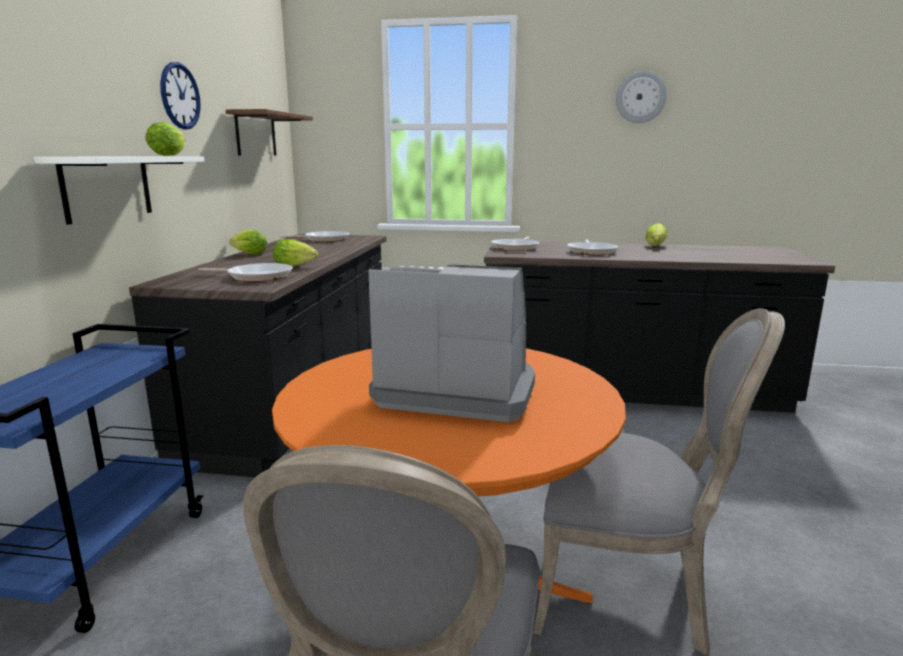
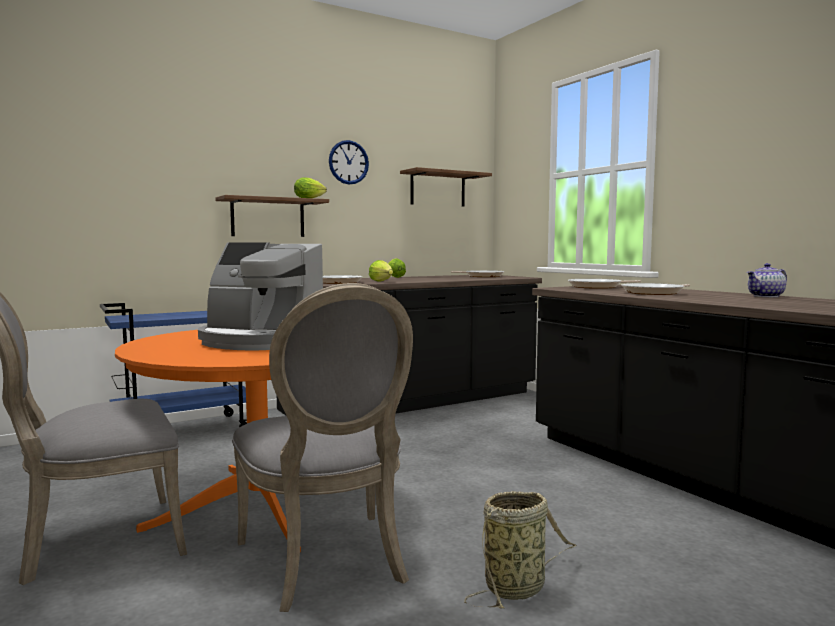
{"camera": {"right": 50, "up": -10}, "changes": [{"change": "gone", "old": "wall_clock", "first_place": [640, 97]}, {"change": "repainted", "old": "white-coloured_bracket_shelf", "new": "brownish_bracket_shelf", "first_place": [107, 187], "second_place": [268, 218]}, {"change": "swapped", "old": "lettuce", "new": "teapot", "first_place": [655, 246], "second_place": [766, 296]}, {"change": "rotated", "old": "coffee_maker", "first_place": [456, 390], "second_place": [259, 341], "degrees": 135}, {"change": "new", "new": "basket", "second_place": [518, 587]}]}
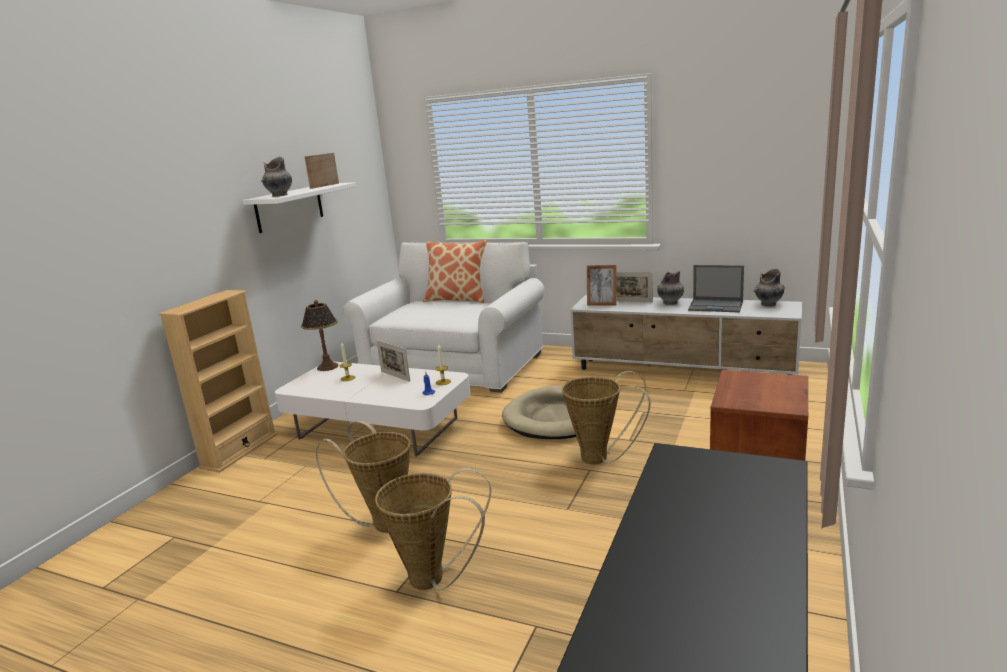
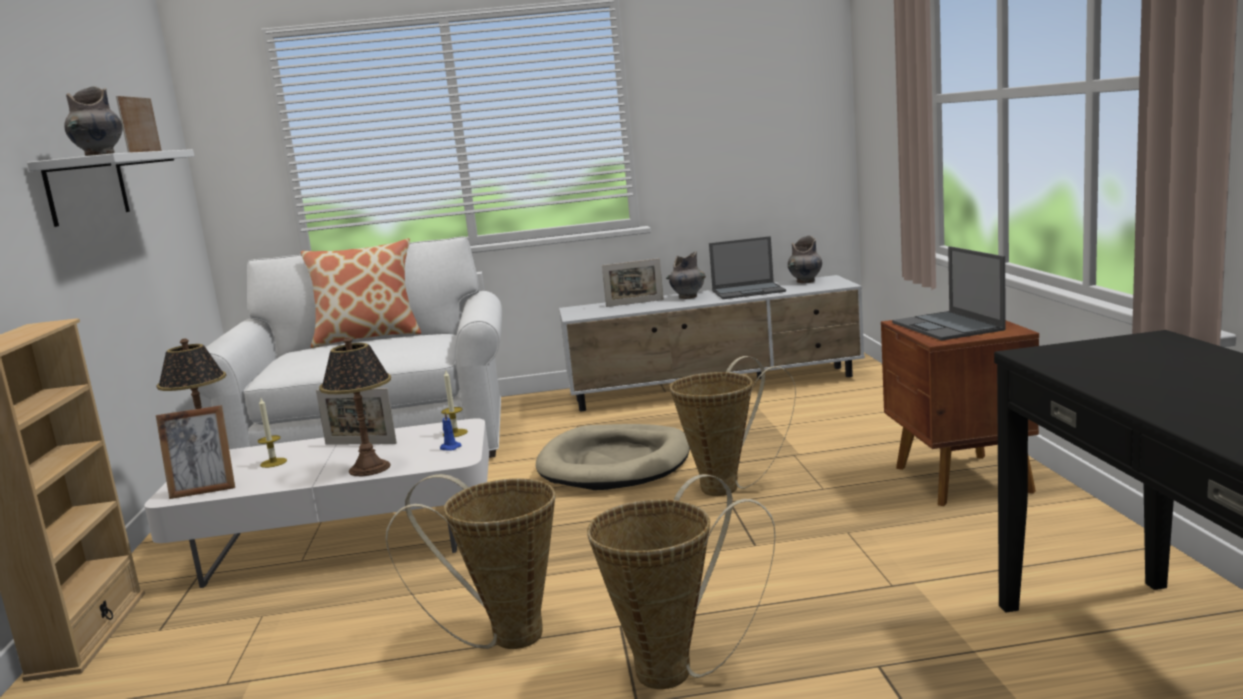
{"camera": {"right": -30, "up": -5}, "changes": [{"change": "shifted", "old": "photo_frame", "first_place": [602, 304], "second_place": [204, 490]}, {"change": "new", "new": "laptop", "second_place": [948, 326]}, {"change": "new", "new": "lamp_for_a_table", "second_place": [370, 468]}]}
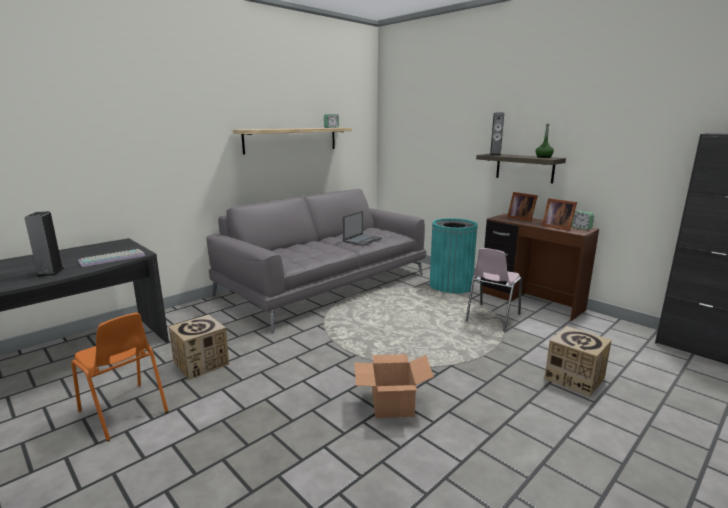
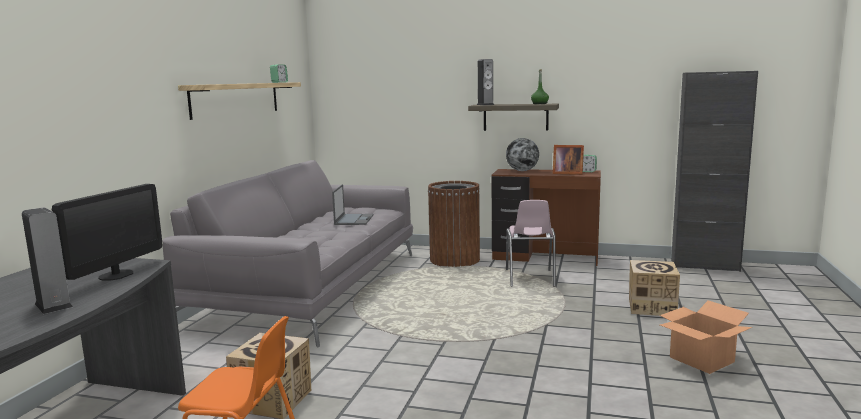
{"camera": {"right": -30, "up": -5}, "changes": [{"change": "swapped", "old": "photo_frame", "new": "desk_globe", "first_place": [520, 218], "second_place": [522, 171]}, {"change": "repainted", "old": "turquoise_rubbish_bin", "new": "brownish_rubbish_bin", "first_place": [451, 285], "second_place": [455, 259]}, {"change": "swapped", "old": "keyboard", "new": "computer_screen", "first_place": [113, 258], "second_place": [116, 275]}, {"change": "shifted", "old": "cardboard_box", "first_place": [393, 405], "second_place": [702, 360]}]}
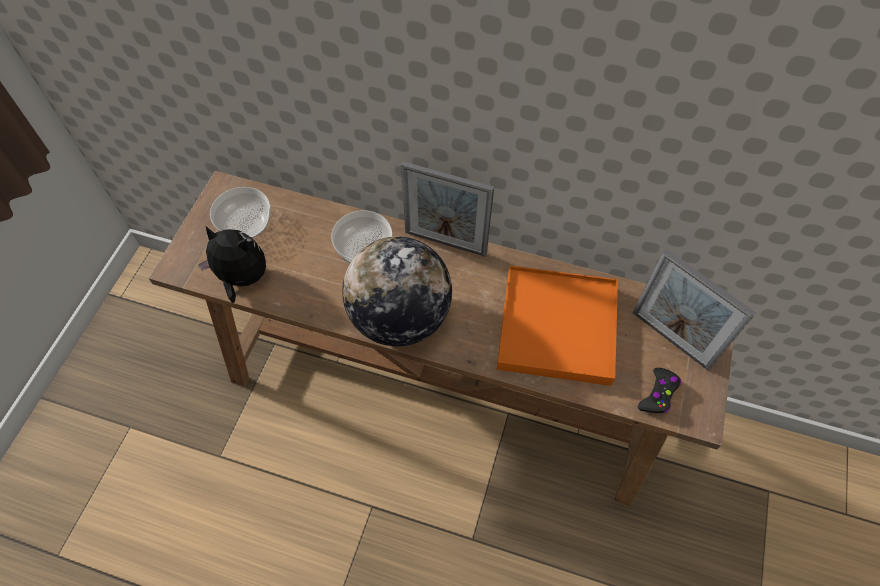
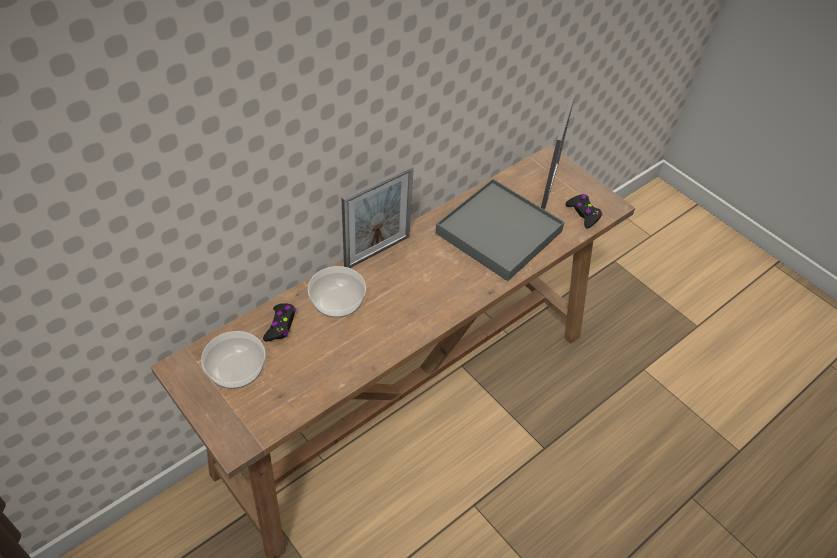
{"camera": {"right": -60, "up": -10}, "changes": [{"change": "gone", "old": "cuddly_toy", "first_place": [241, 279]}, {"change": "gone", "old": "desk_globe", "first_place": [399, 318]}, {"change": "rotated", "old": "photo_frame", "first_place": [670, 339], "second_place": [549, 186], "degrees": -60}, {"change": "repainted", "old": "orangey_carrying_tray", "new": "grey_carrying_tray", "first_place": [557, 327], "second_place": [498, 232]}, {"change": "new", "new": "blackish_joypad", "second_place": [280, 325]}]}
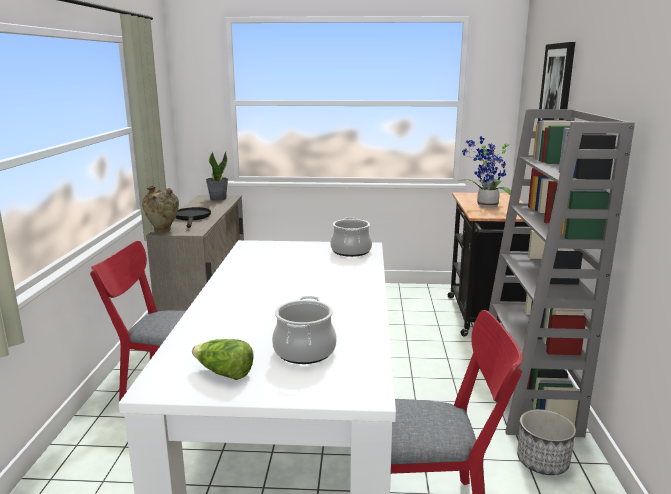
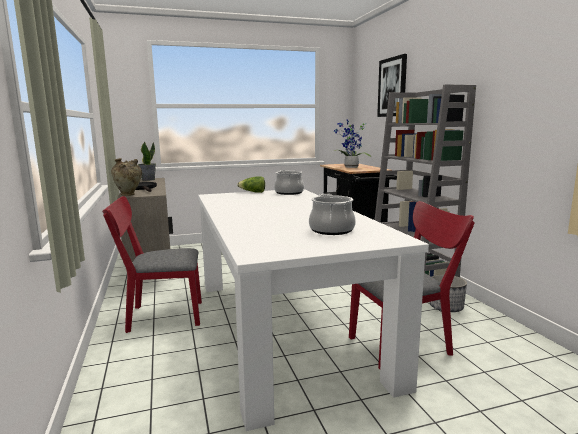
{"camera": {"right": -20, "up": -5}, "changes": [{"change": "shifted", "old": "lettuce", "first_place": [224, 373], "second_place": [253, 192]}]}
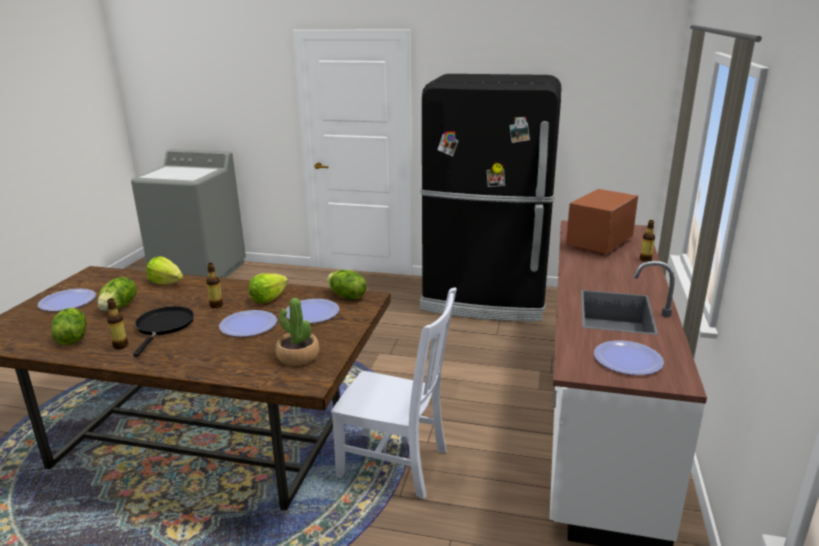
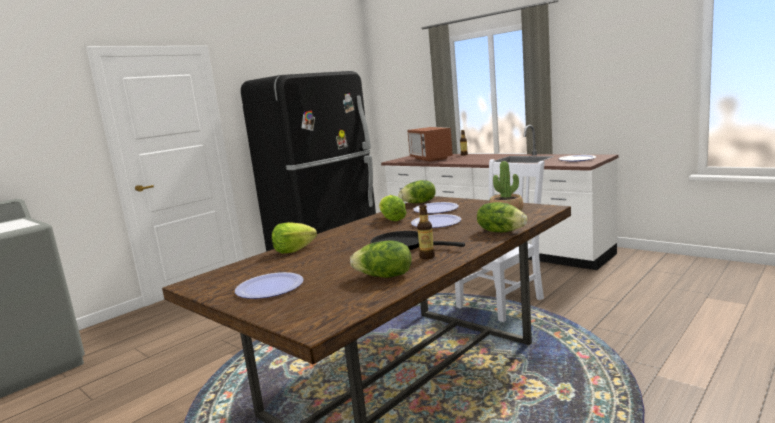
{"camera": {"right": -60, "up": -10}, "changes": [{"change": "gone", "old": "beverage_bottle", "first_place": [216, 305]}, {"change": "shifted", "old": "lettuce", "first_place": [120, 307], "second_place": [501, 231]}]}
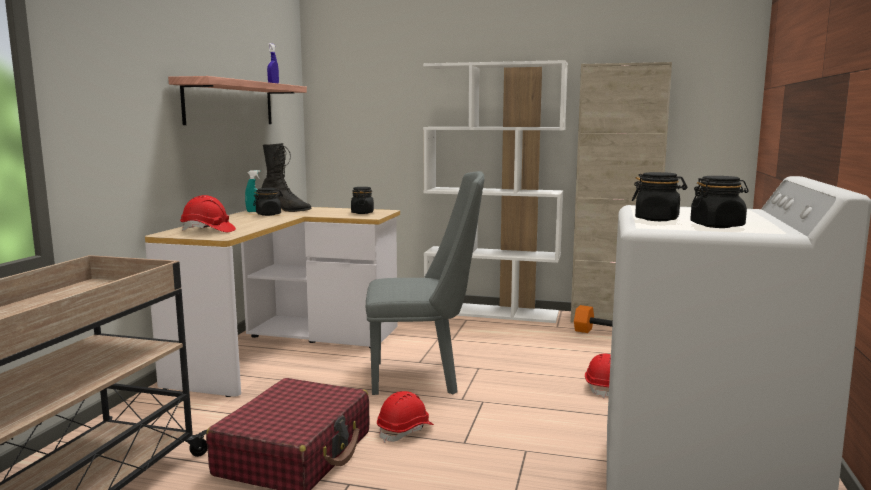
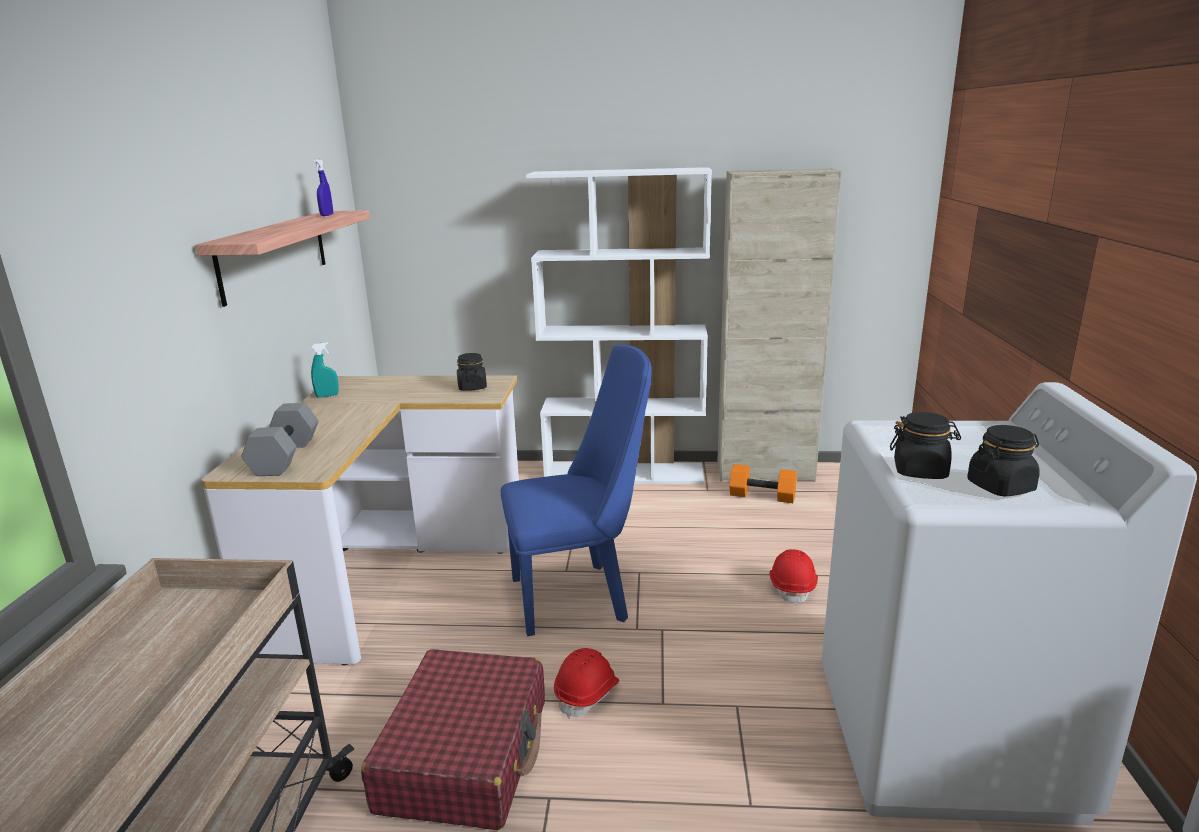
{"camera": {"right": -10, "up": 10}, "changes": [{"change": "gone", "old": "blackish_high-top_boot", "first_place": [286, 210]}, {"change": "repainted", "old": "grey_plain_chair", "new": "bluish_plain_chair", "first_place": [423, 377], "second_place": [579, 596]}, {"change": "gone", "old": "blackish_jar", "first_place": [268, 214]}, {"change": "swapped", "old": "red_safety_helmet", "new": "grey_hand_weight", "first_place": [208, 231], "second_place": [286, 457]}]}
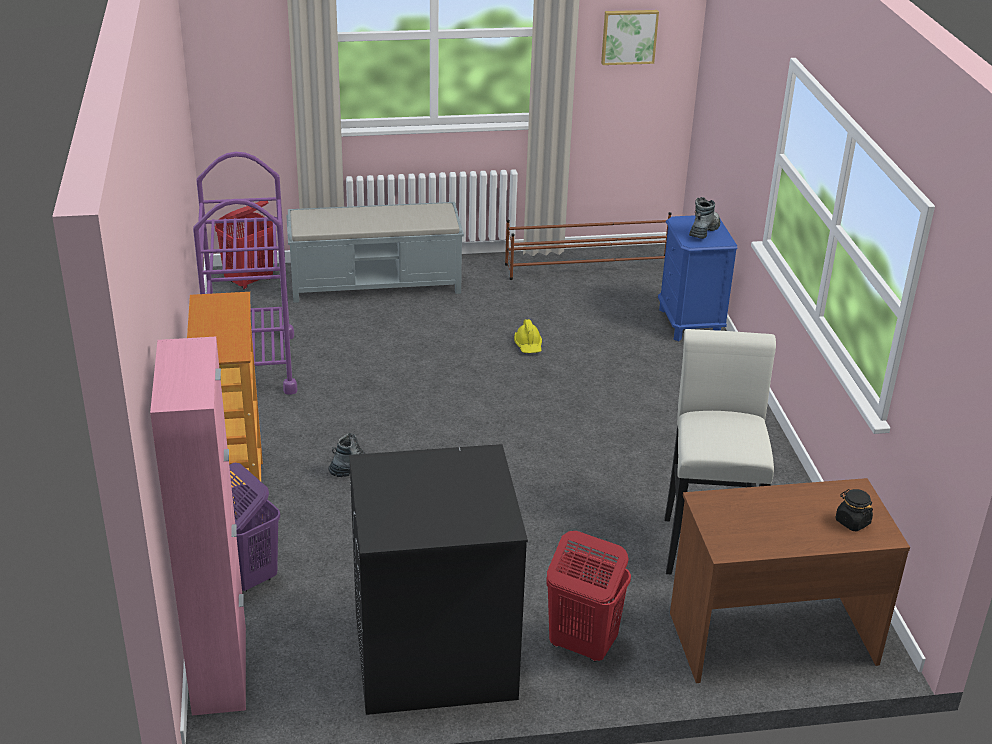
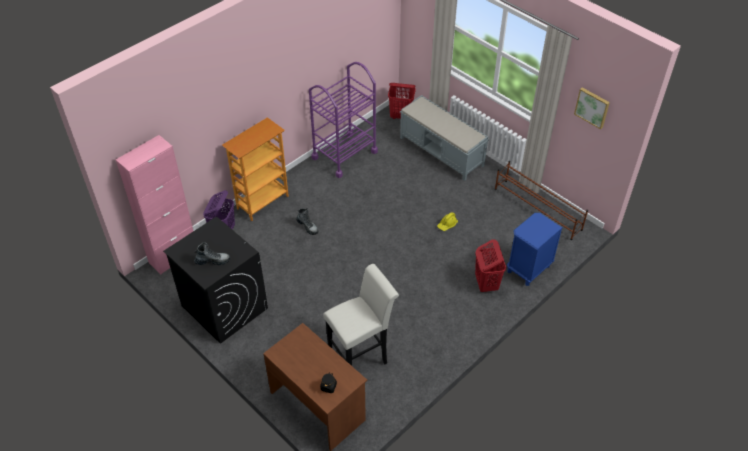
{"camera": {"right": 55, "up": 15}, "changes": [{"change": "shifted", "old": "high-top_boot", "first_place": [704, 231], "second_place": [212, 261]}, {"change": "shifted", "old": "red_laundry_basket", "first_place": [582, 645], "second_place": [486, 284]}]}
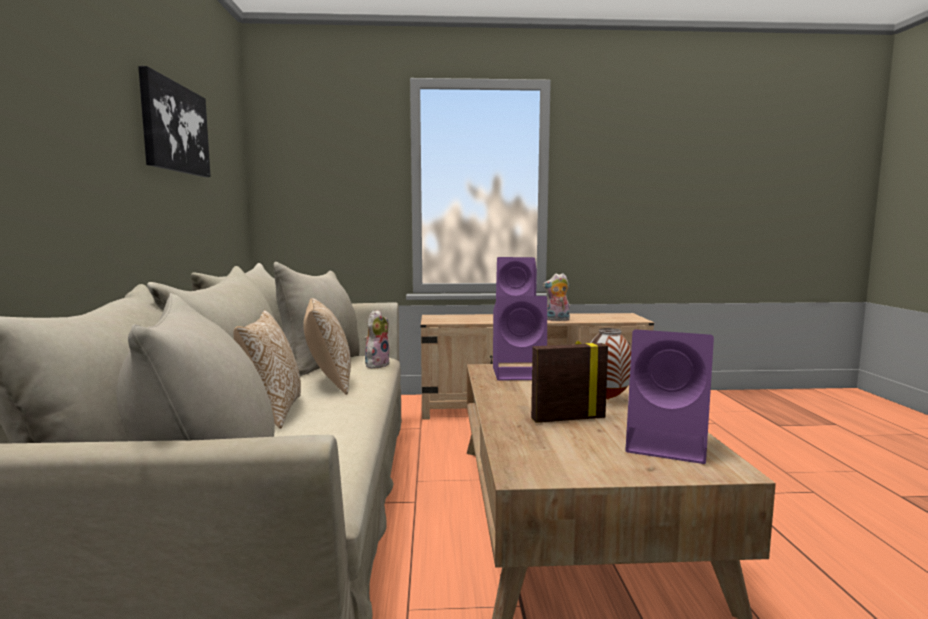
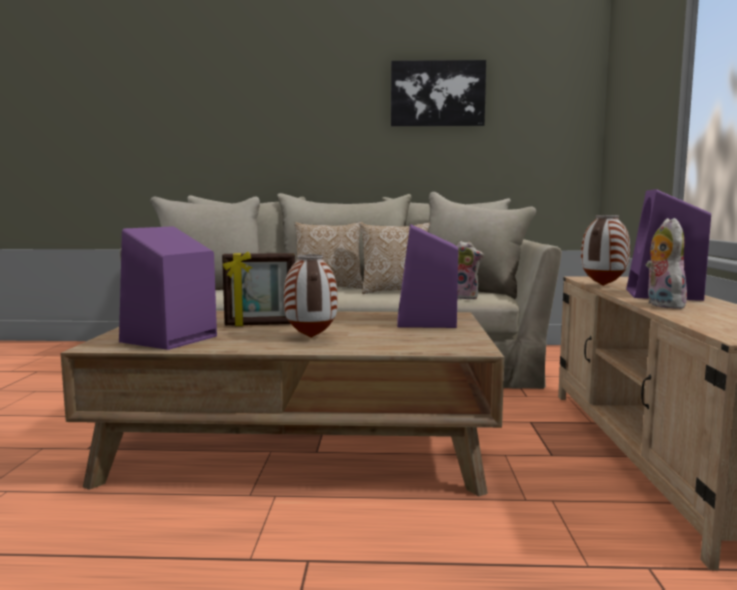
{"camera": {"right": 95, "up": 0}, "changes": [{"change": "rotated", "old": "photo_frame", "first_place": [567, 418], "second_place": [260, 325], "degrees": 90}, {"change": "new", "new": "decorative_vase", "second_place": [602, 285]}]}
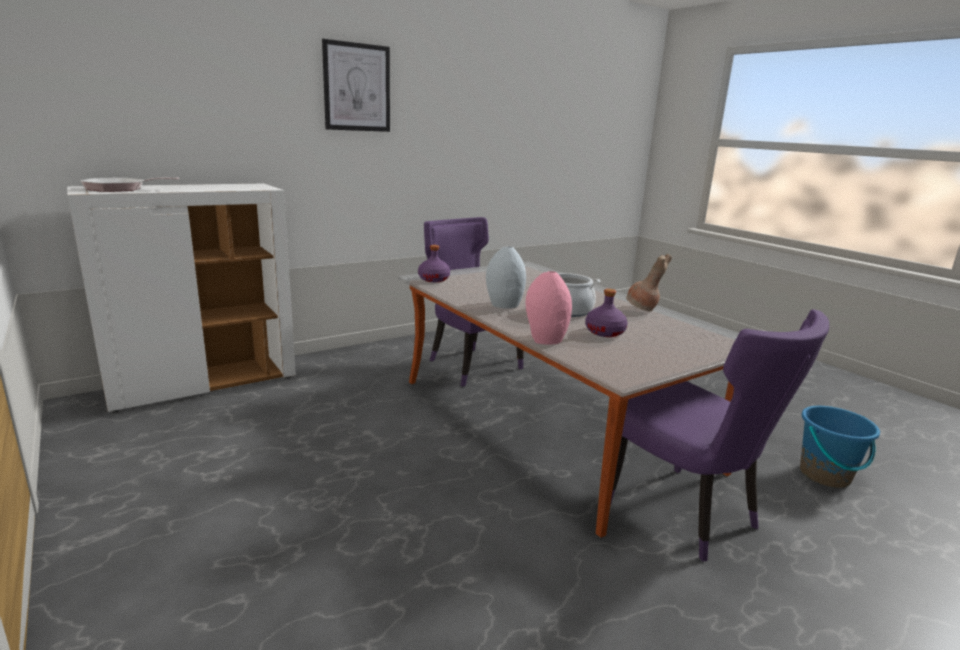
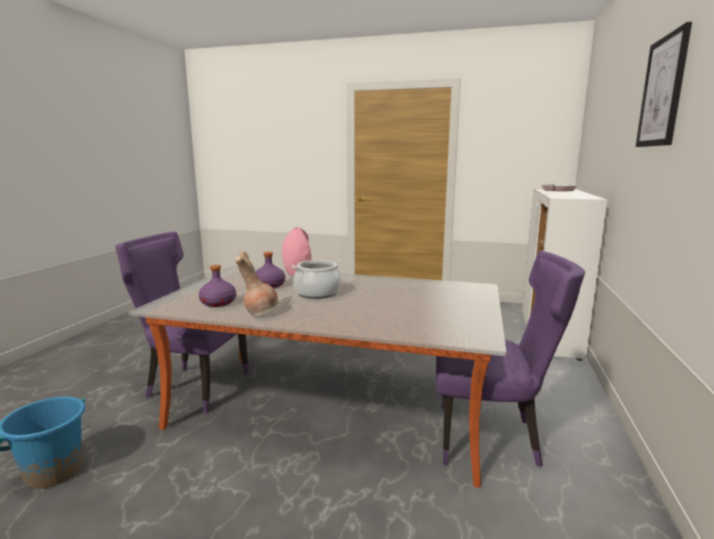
{"camera": {"right": 140, "up": -5}, "changes": [{"change": "shifted", "old": "purple-coloured_beverage_bottle", "first_place": [434, 279], "second_place": [218, 303]}, {"change": "gone", "old": "grey_decorative_vase", "first_place": [505, 305]}]}
